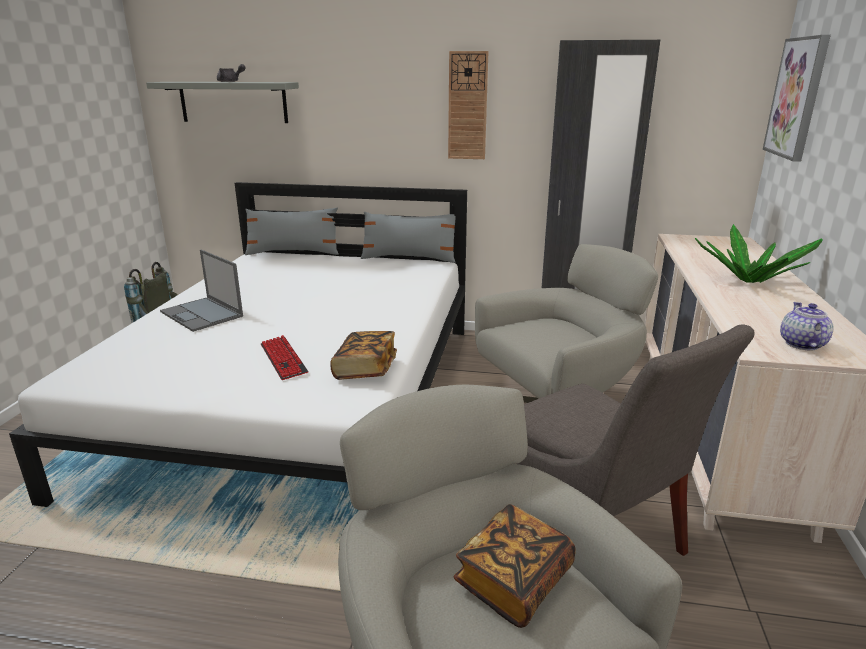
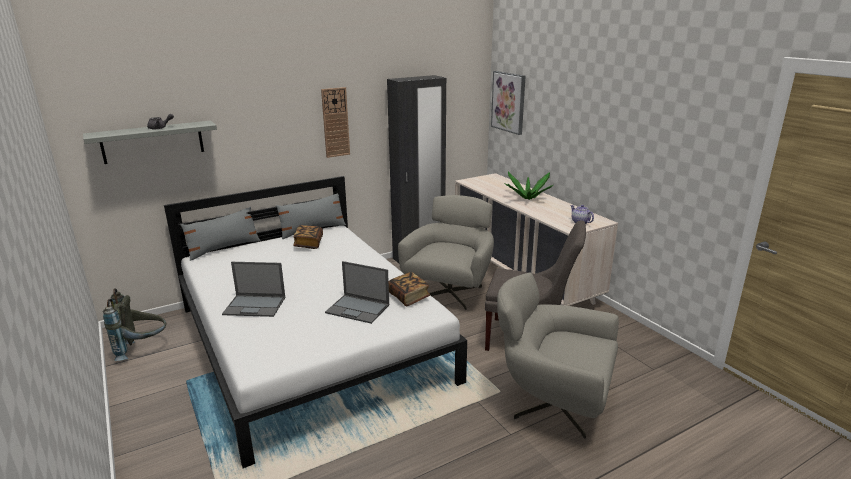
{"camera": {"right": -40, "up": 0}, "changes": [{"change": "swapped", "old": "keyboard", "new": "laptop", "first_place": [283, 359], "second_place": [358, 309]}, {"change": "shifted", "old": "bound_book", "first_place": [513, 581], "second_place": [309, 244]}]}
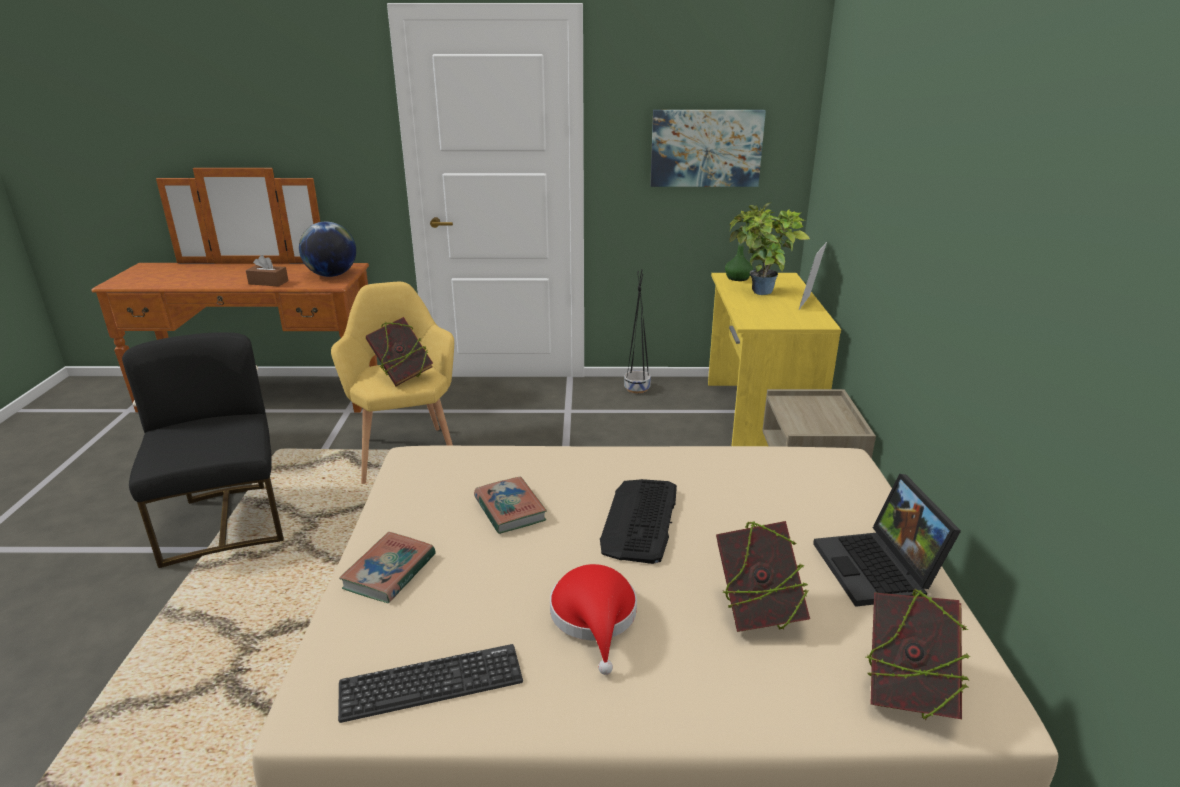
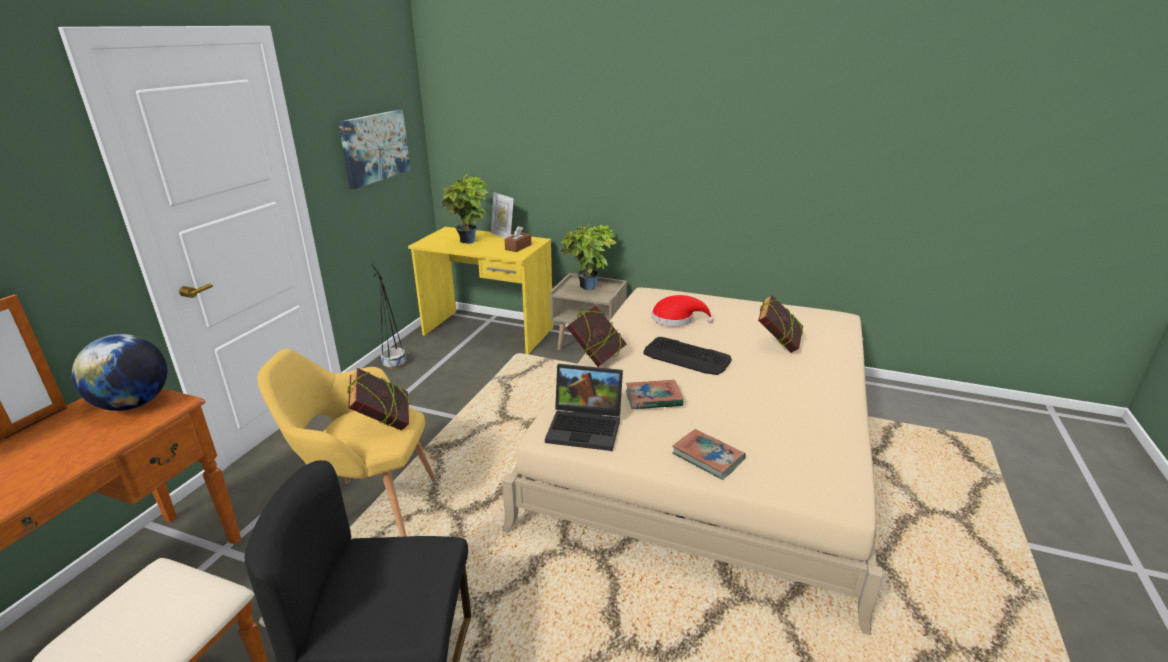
{"camera": {"right": -70, "up": 0}, "changes": [{"change": "gone", "old": "green-coloured_beverage_bottle", "first_place": [737, 278]}, {"change": "shifted", "old": "brownish_box_of_tissues", "first_place": [268, 282], "second_place": [518, 247]}, {"change": "shifted", "old": "laptop", "first_place": [879, 570], "second_place": [586, 427]}, {"change": "shifted", "old": "red_clothing_hat", "first_place": [595, 618], "second_place": [676, 319]}, {"change": "shifted", "old": "bound_book", "first_place": [906, 692], "second_place": [596, 358]}, {"change": "gone", "old": "keyboard", "first_place": [431, 683]}, {"change": "new", "new": "houseplant", "second_place": [588, 289]}]}
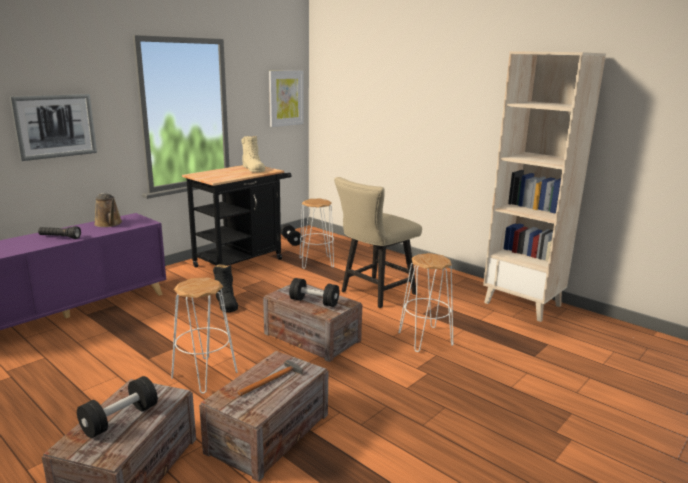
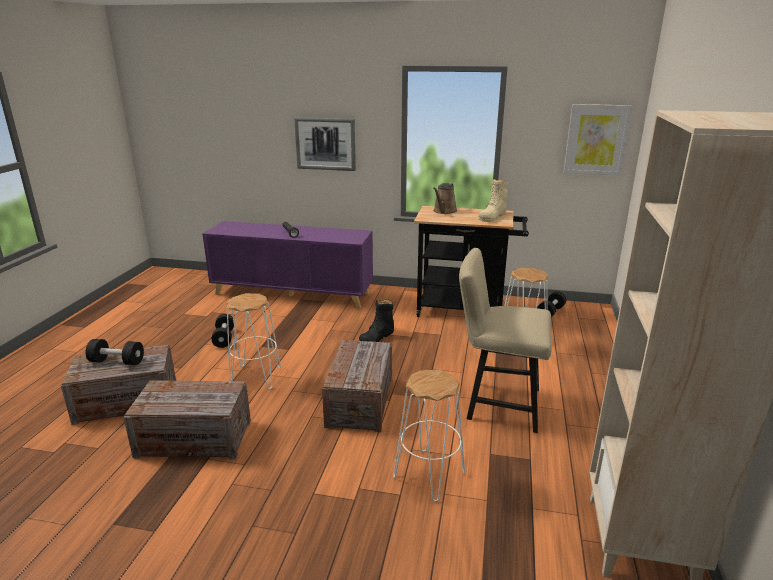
{"camera": {"right": 60, "up": 5}, "changes": [{"change": "shifted", "old": "brownish_watering_can", "first_place": [109, 224], "second_place": [444, 211]}, {"change": "shifted", "old": "blackish_hand_weight", "first_place": [314, 302], "second_place": [224, 338]}, {"change": "gone", "old": "hand_hammer", "first_place": [272, 380]}]}
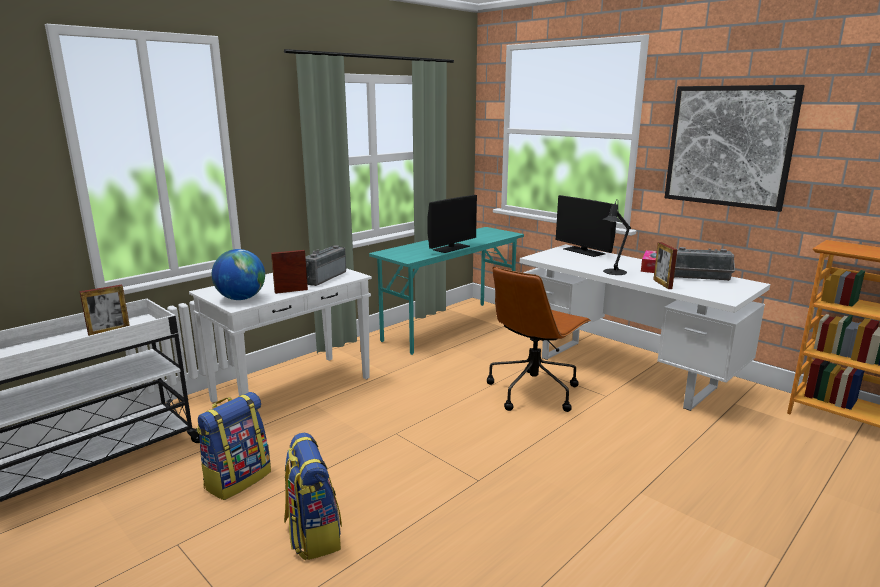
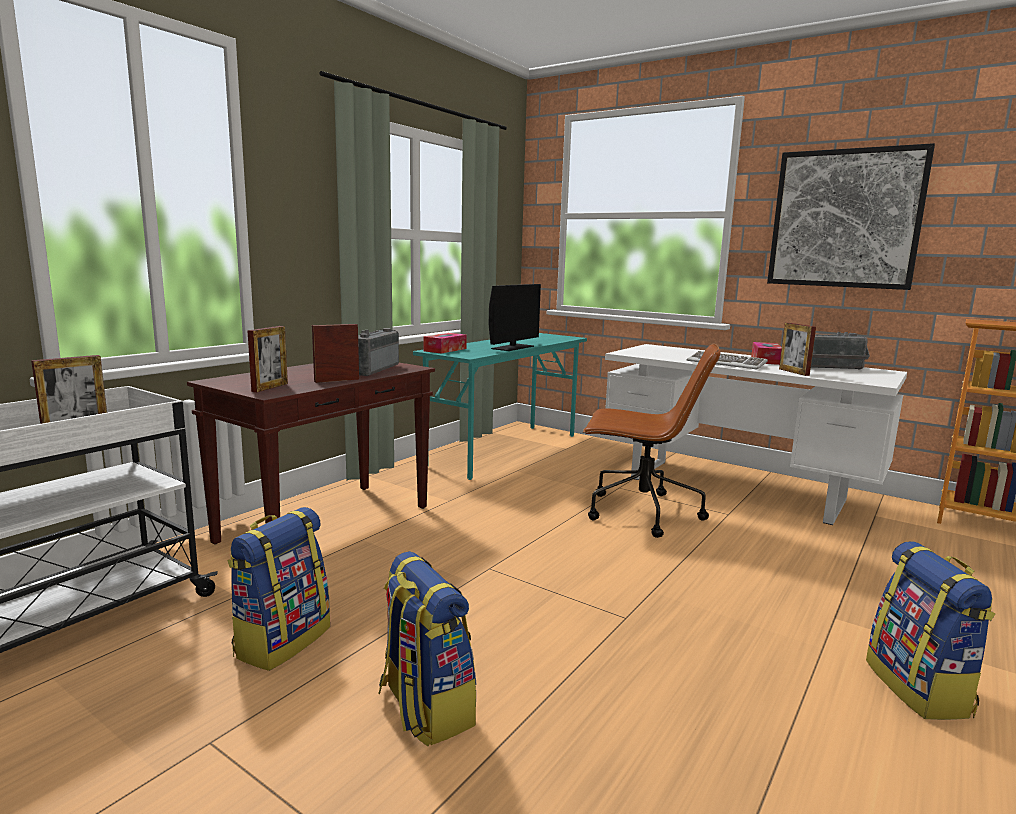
{"camera": {"right": -10, "up": -5}, "changes": [{"change": "gone", "old": "computer_screen", "first_place": [583, 251]}, {"change": "swapped", "old": "blackish_lamp_for_a_table", "new": "keyboard", "first_place": [613, 272], "second_place": [726, 364]}, {"change": "swapped", "old": "desk_globe", "new": "photo_frame", "first_place": [241, 299], "second_place": [270, 387]}, {"change": "rotated", "old": "brownish_computer_chair", "first_place": [533, 391], "second_place": [640, 513], "degrees": -105}, {"change": "repainted", "old": "white-coloured_narrow_table", "new": "brownish_narrow_table", "first_place": [293, 389], "second_place": [327, 523]}, {"change": "new", "new": "box_of_tissues", "second_place": [445, 350]}, {"change": "new", "new": "knapsack", "second_place": [919, 688]}]}
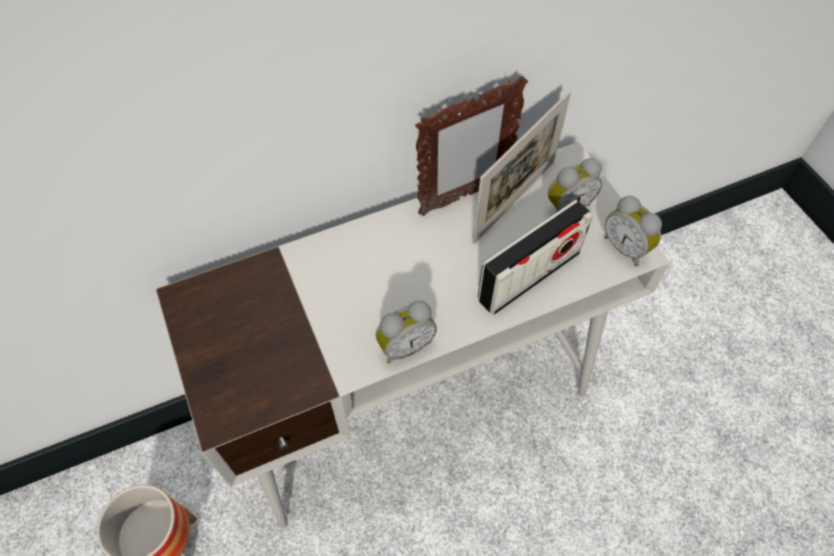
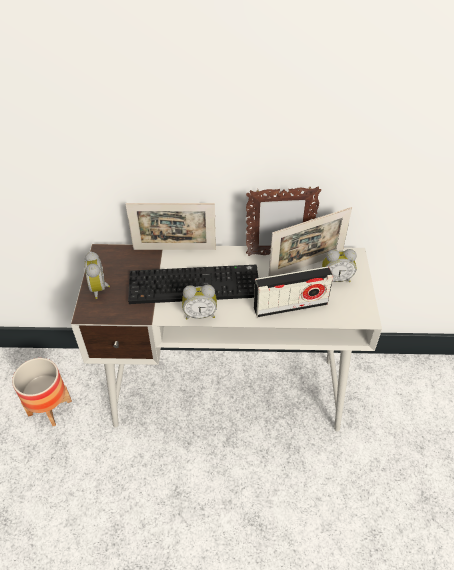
{"camera": {"right": 25, "up": -10}, "changes": [{"change": "shifted", "old": "table_clock", "first_place": [626, 247], "second_place": [100, 288]}, {"change": "new", "new": "photo_frame", "second_place": [174, 249]}, {"change": "new", "new": "keyboard", "second_place": [195, 284]}]}
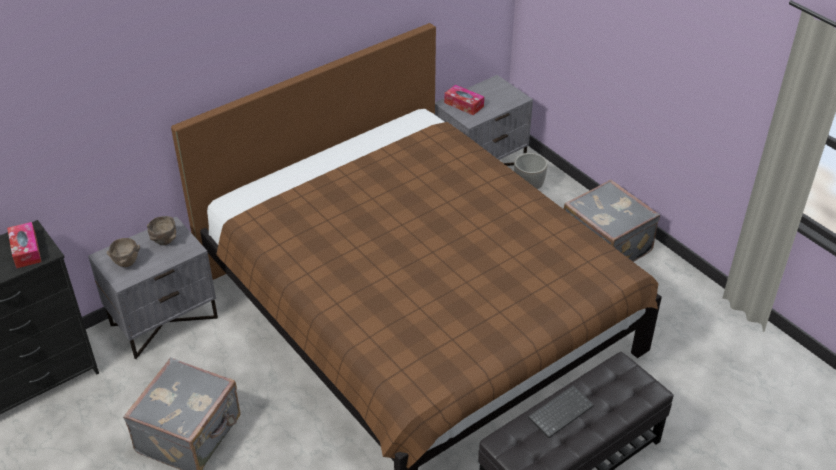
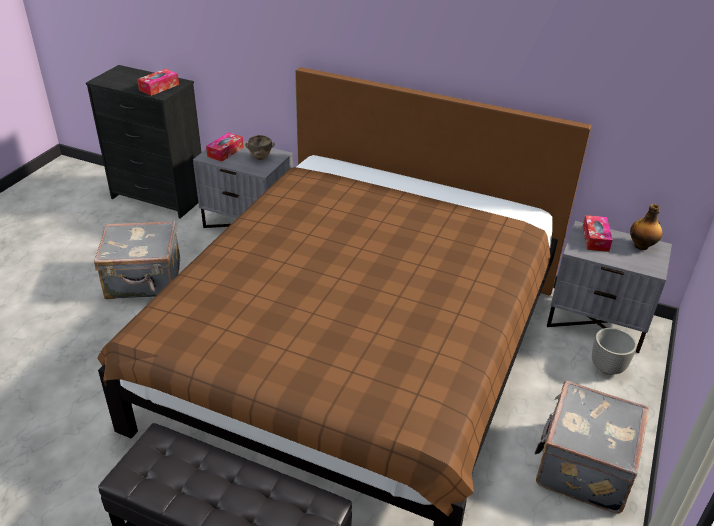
{"camera": {"right": 60, "up": -5}, "changes": [{"change": "swapped", "old": "brownish_serving_bowl", "new": "box_of_tissues", "first_place": [126, 263], "second_place": [225, 152]}, {"change": "gone", "old": "keyboard", "first_place": [560, 411]}, {"change": "new", "new": "beverage_bottle", "second_place": [642, 246]}]}
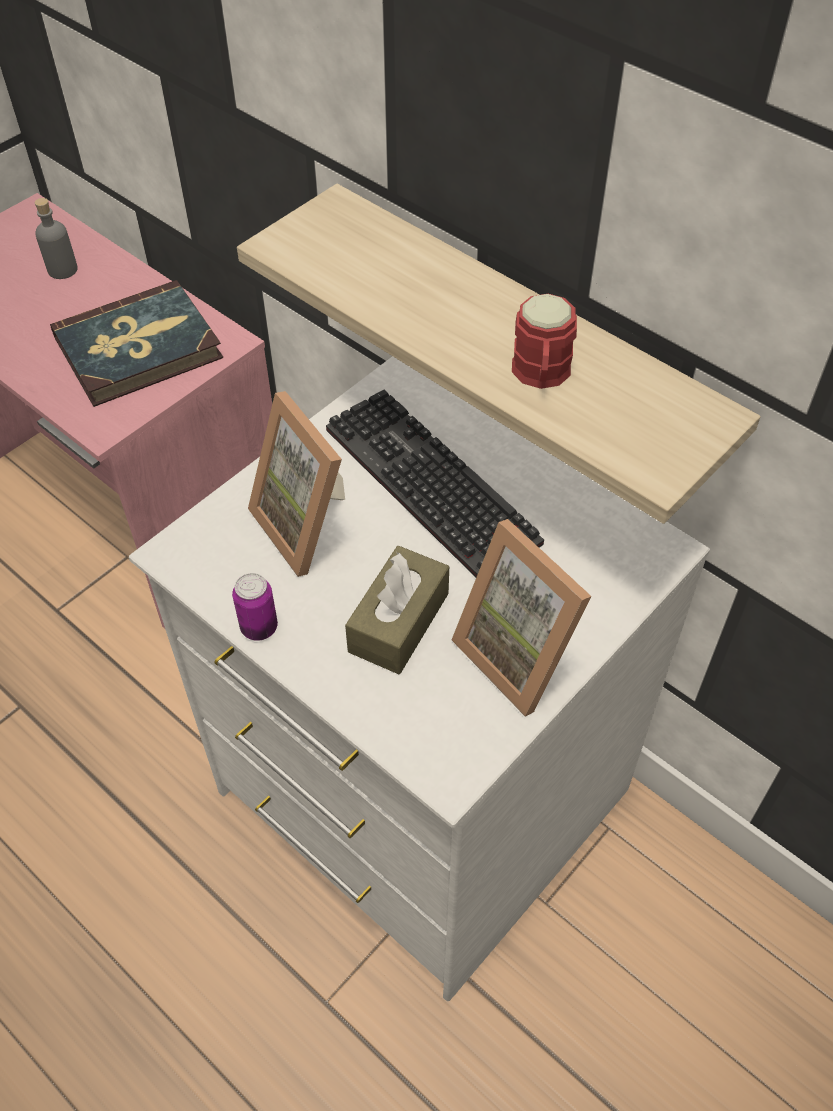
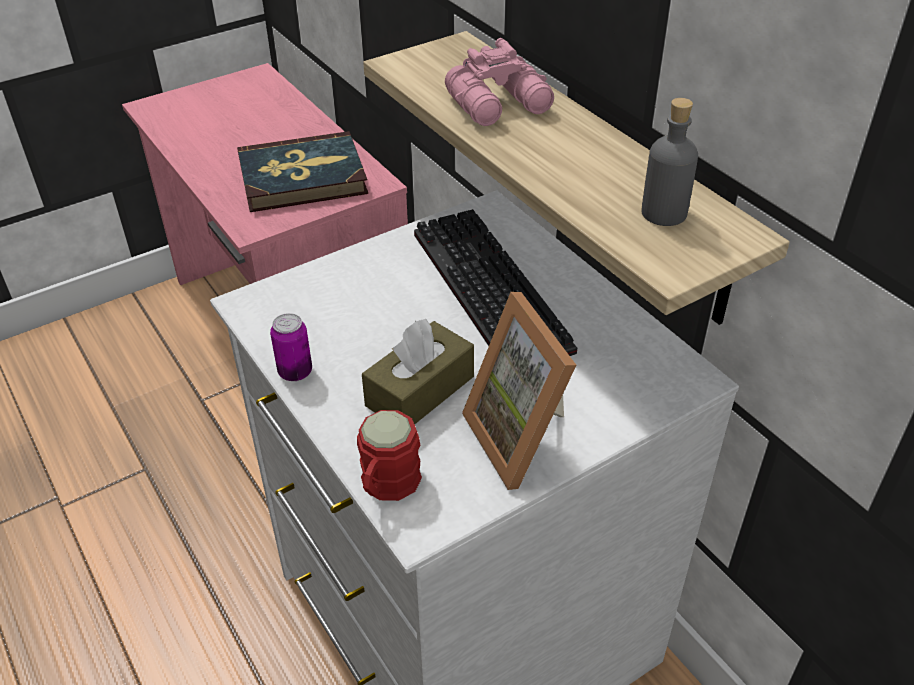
{"camera": {"right": 15, "up": -10}, "changes": [{"change": "shifted", "old": "grey_beverage_bottle", "first_place": [62, 269], "second_place": [663, 213]}, {"change": "shifted", "old": "red_mug", "first_place": [541, 375], "second_place": [386, 486]}, {"change": "gone", "old": "photo_frame", "first_place": [310, 525]}, {"change": "new", "new": "pink-coloured_binoculars", "second_place": [501, 105]}]}
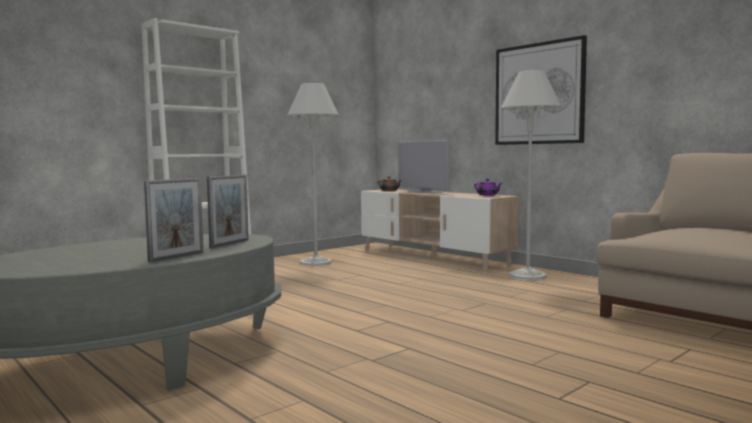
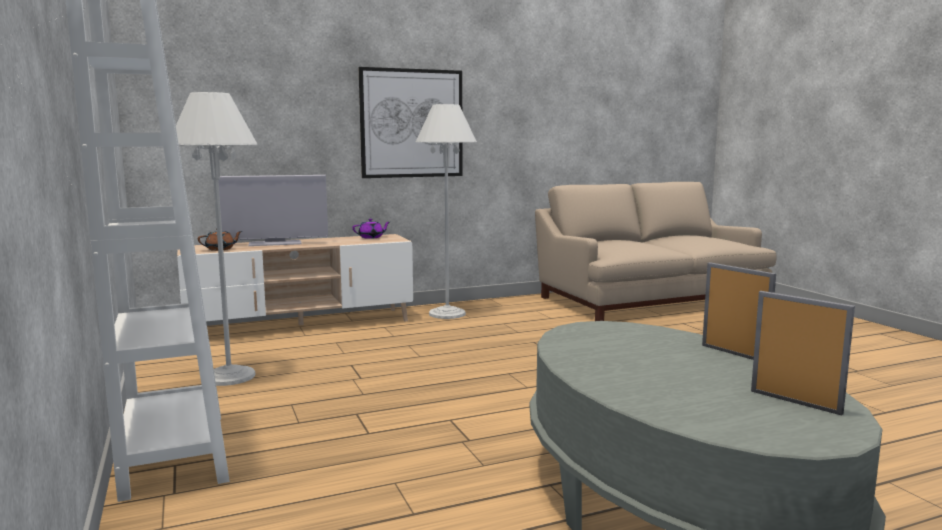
{"camera": {"right": -70, "up": 5}, "changes": [{"change": "shifted", "old": "photo_frame", "first_place": [229, 244], "second_place": [795, 402]}]}
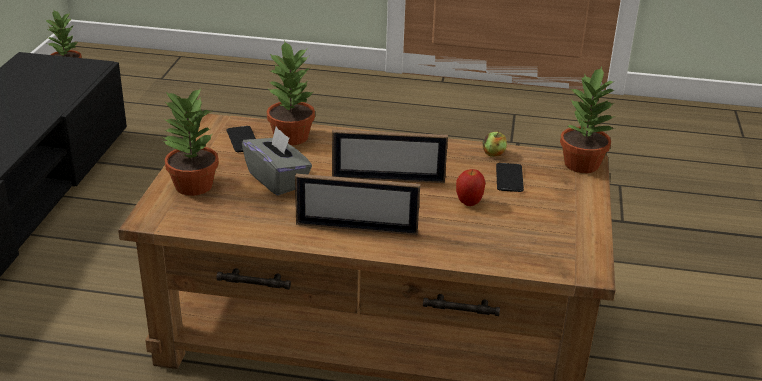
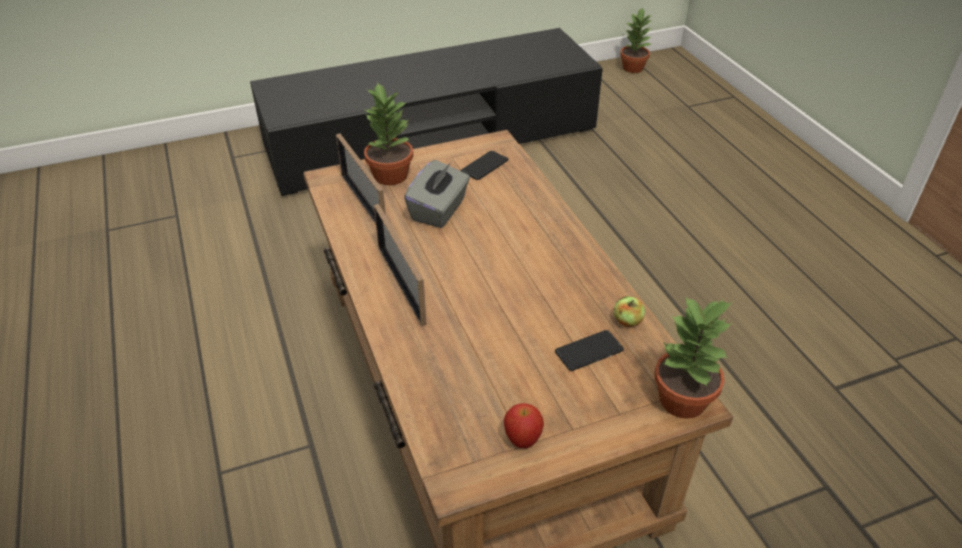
{"camera": {"right": 60, "up": 10}, "changes": [{"change": "gone", "old": "houseplant", "first_place": [292, 137]}, {"change": "shifted", "old": "photo_frame", "first_place": [388, 179], "second_place": [363, 204]}, {"change": "shifted", "old": "whole_apple", "first_place": [469, 203], "second_place": [522, 440]}]}
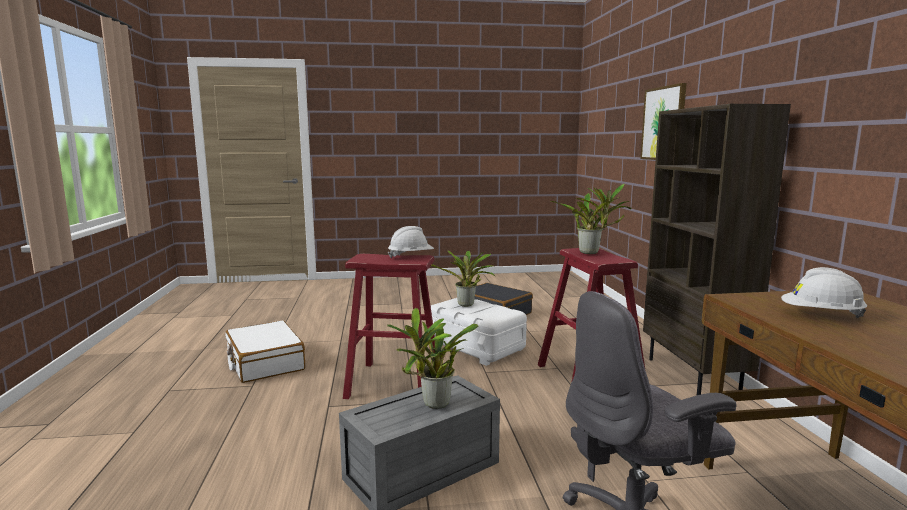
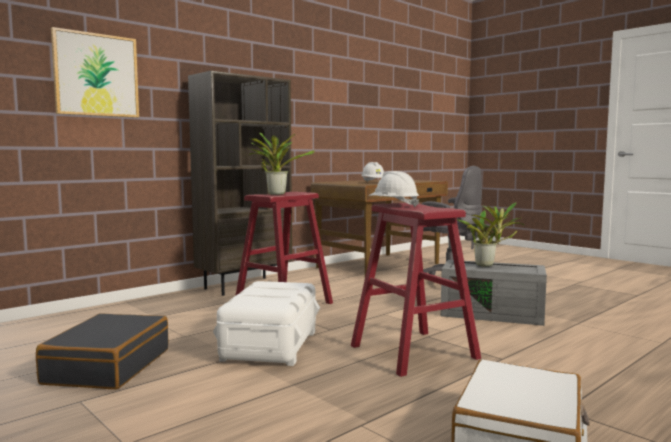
{"camera": {"right": -125, "up": -5}, "changes": [{"change": "gone", "old": "houseplant", "first_place": [466, 305]}]}
